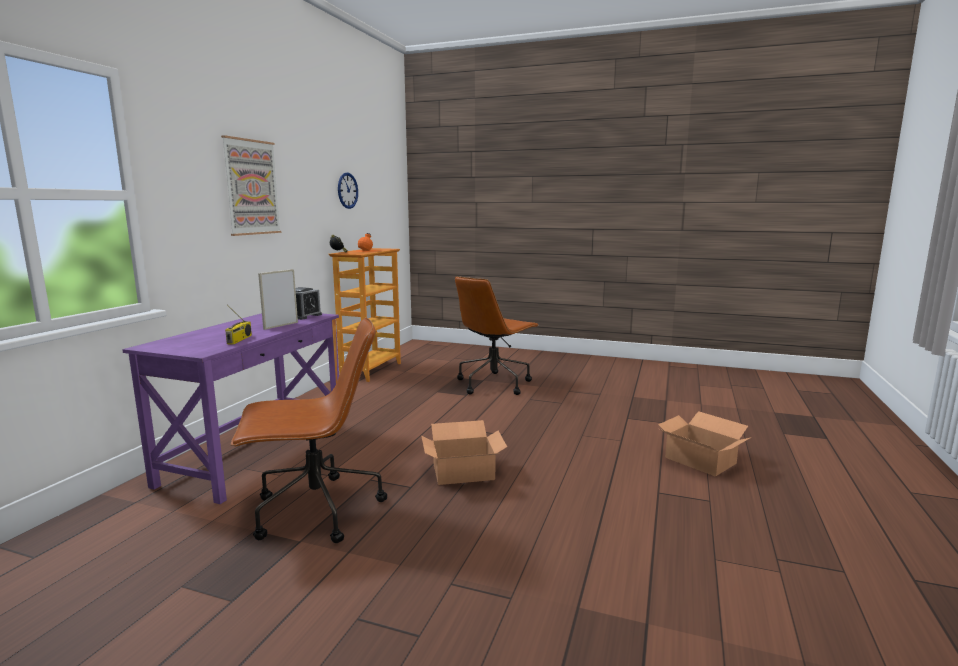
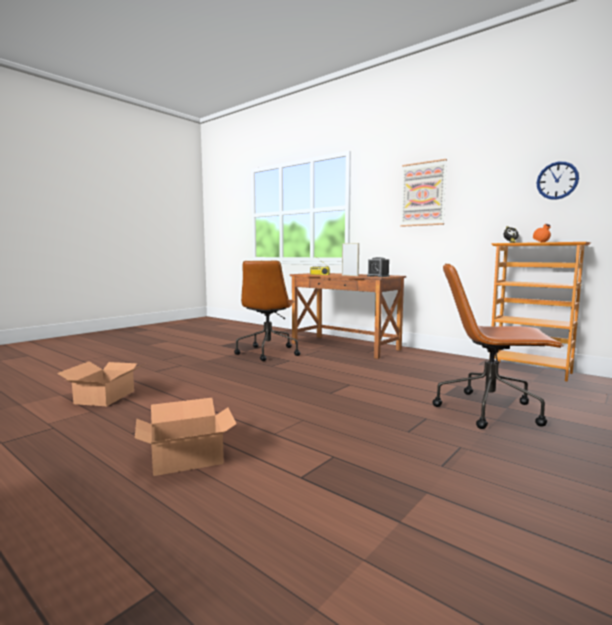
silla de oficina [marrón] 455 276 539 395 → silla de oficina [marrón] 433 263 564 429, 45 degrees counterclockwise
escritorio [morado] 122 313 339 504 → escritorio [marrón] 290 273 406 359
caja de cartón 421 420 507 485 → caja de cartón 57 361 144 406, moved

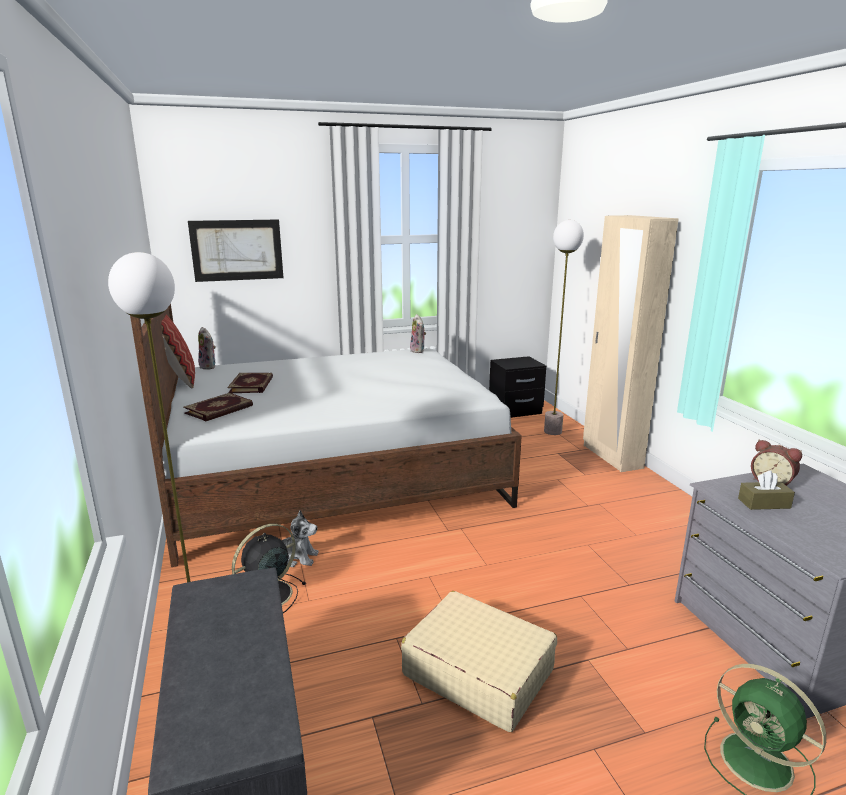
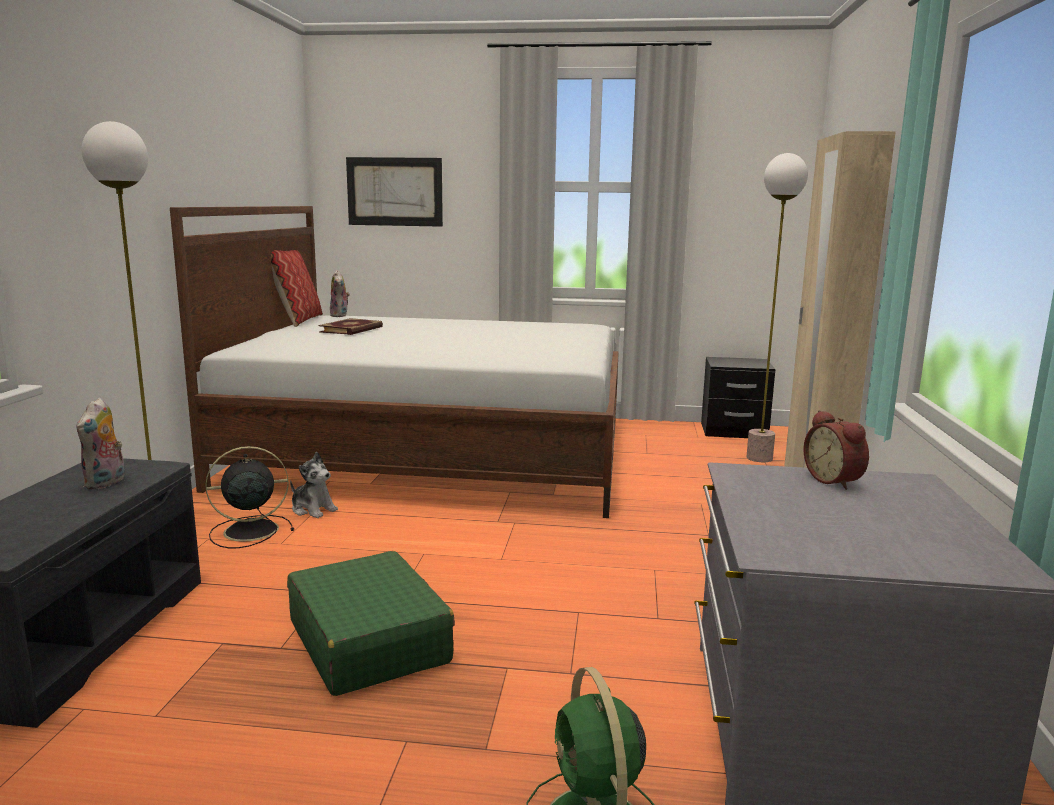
peluche 410 314 426 353 → peluche 77 397 125 489, moved
libro 183 393 253 421 → -
caja de pañuelos [marrón] 738 470 795 510 → -
maleta [beis] 401 591 557 732 → maleta [verde] 287 551 455 696

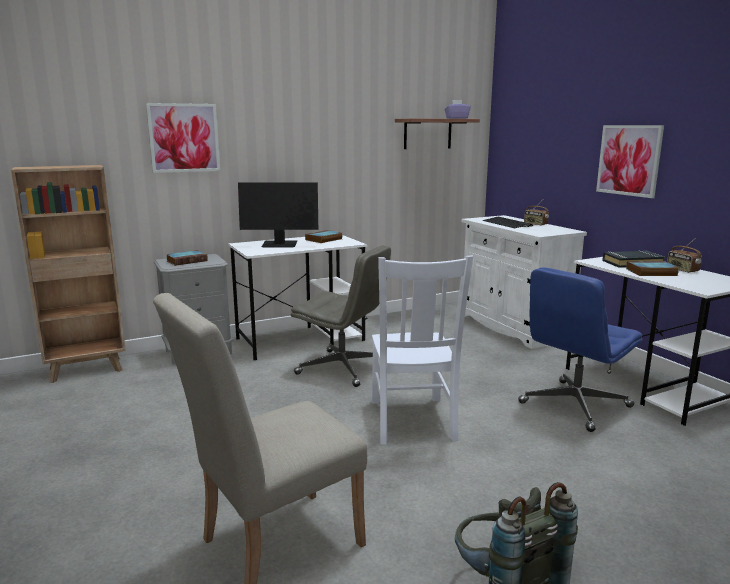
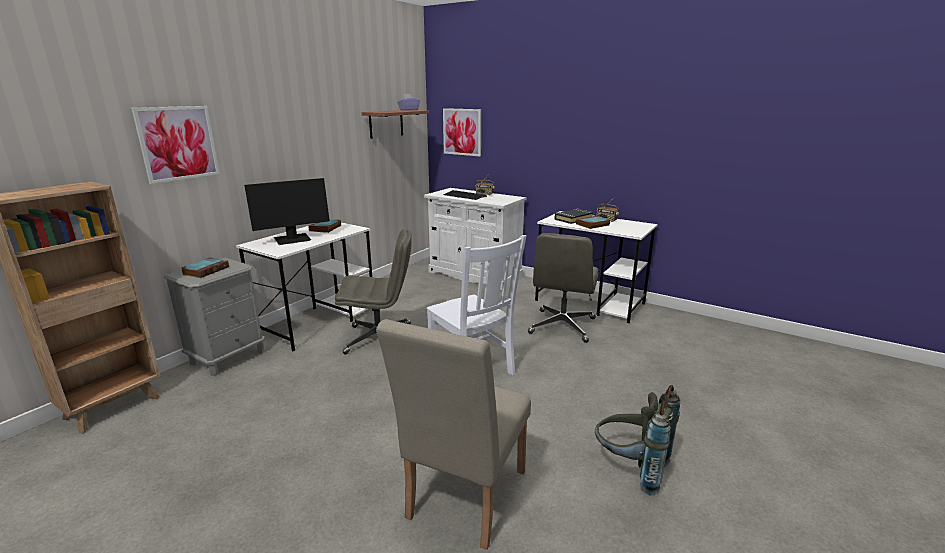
cuadro 596 125 664 198 → cuadro 443 108 481 156, moved
silla de oficina [azul] 518 267 642 432 → silla de oficina [gris] 528 233 599 343

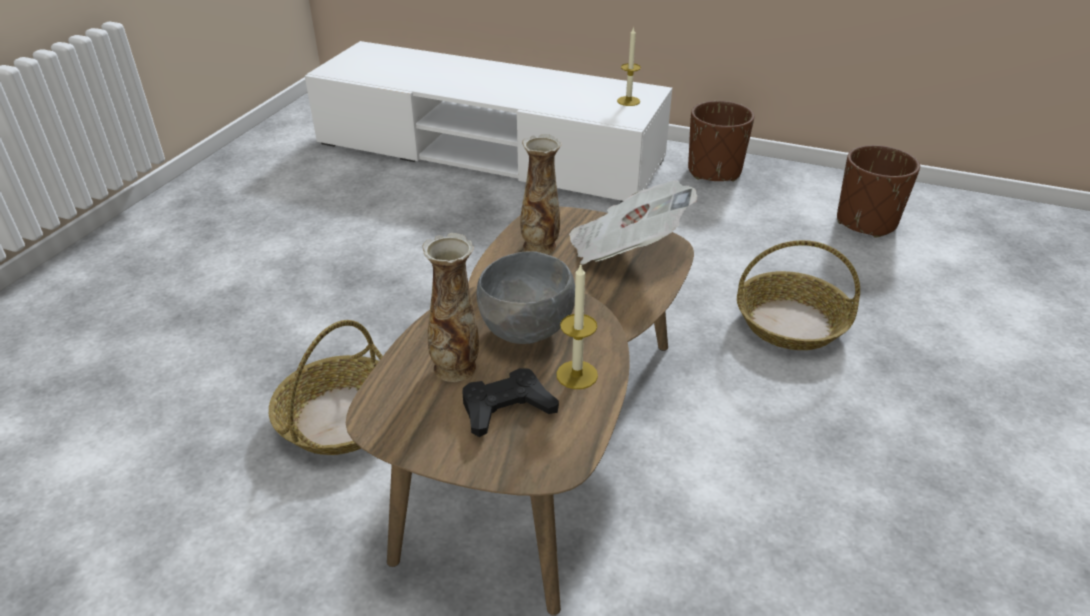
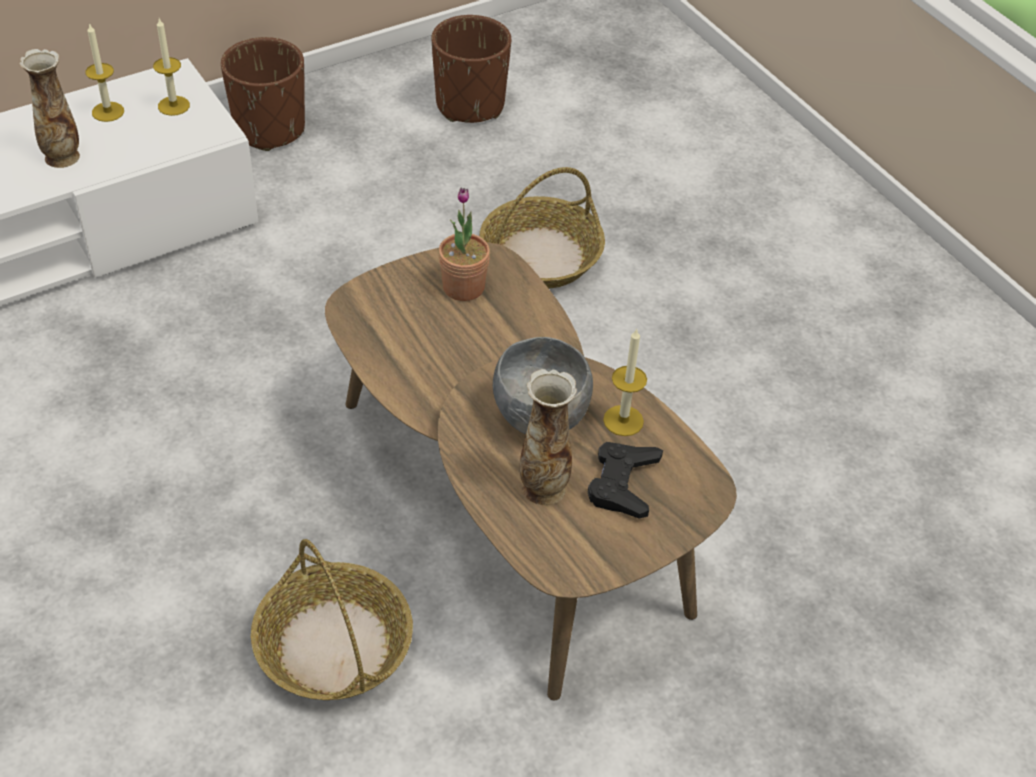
florero 520 134 562 254 → florero 19 49 80 168, moved
periódico 569 180 697 265 → planta en maceta 438 188 490 301
- → vela 86 23 124 122

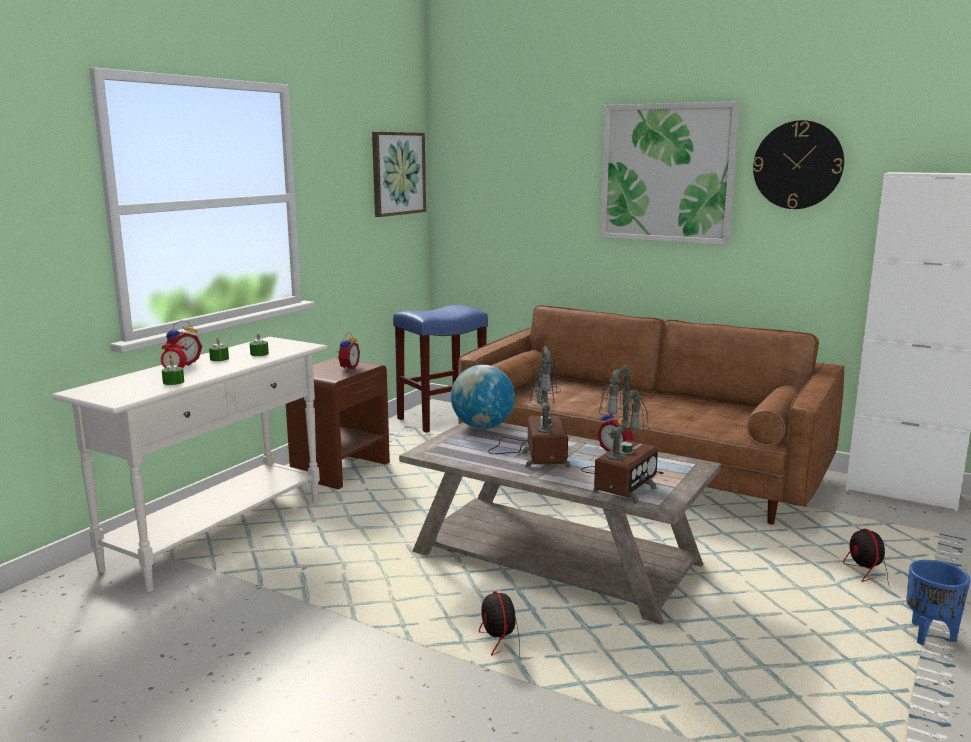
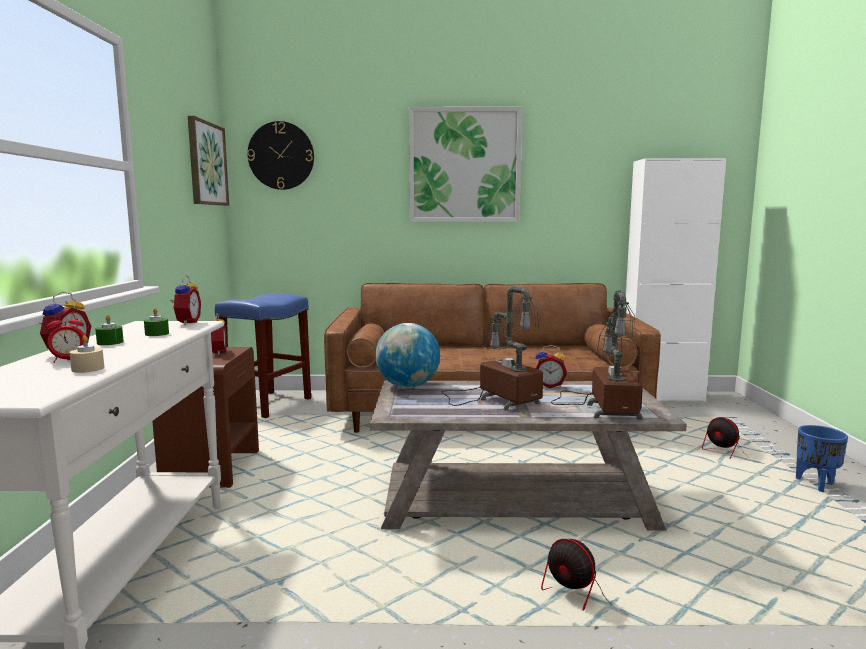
reloj de pared 753 120 844 209 → reloj de pared 247 121 314 190, moved
vela [verde] 162 359 184 385 → vela [beis] 69 335 104 373
- → despertador 170 275 201 325

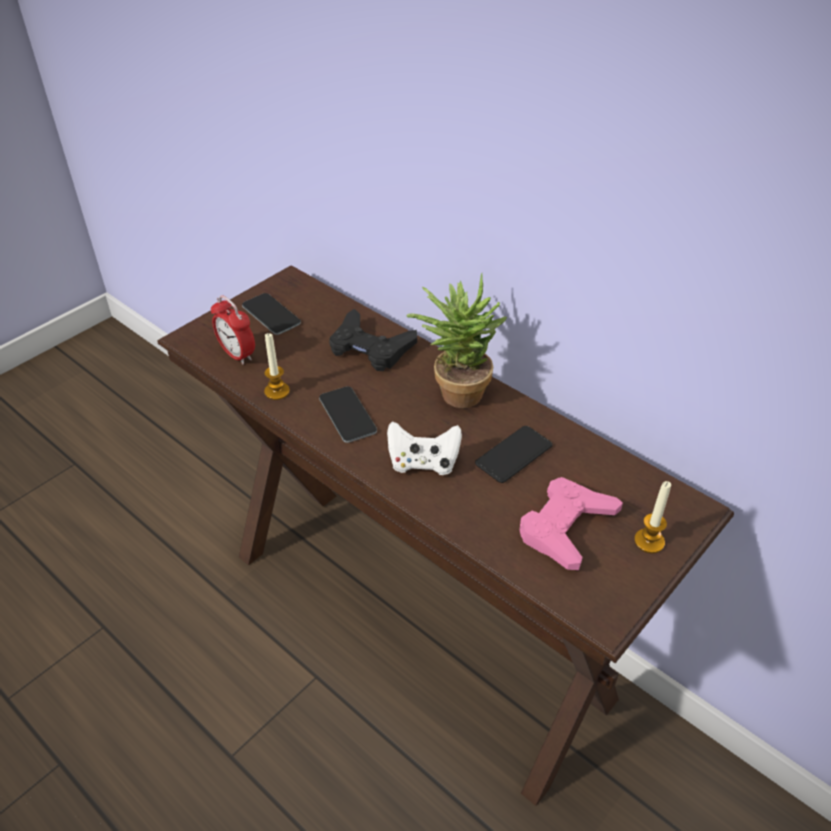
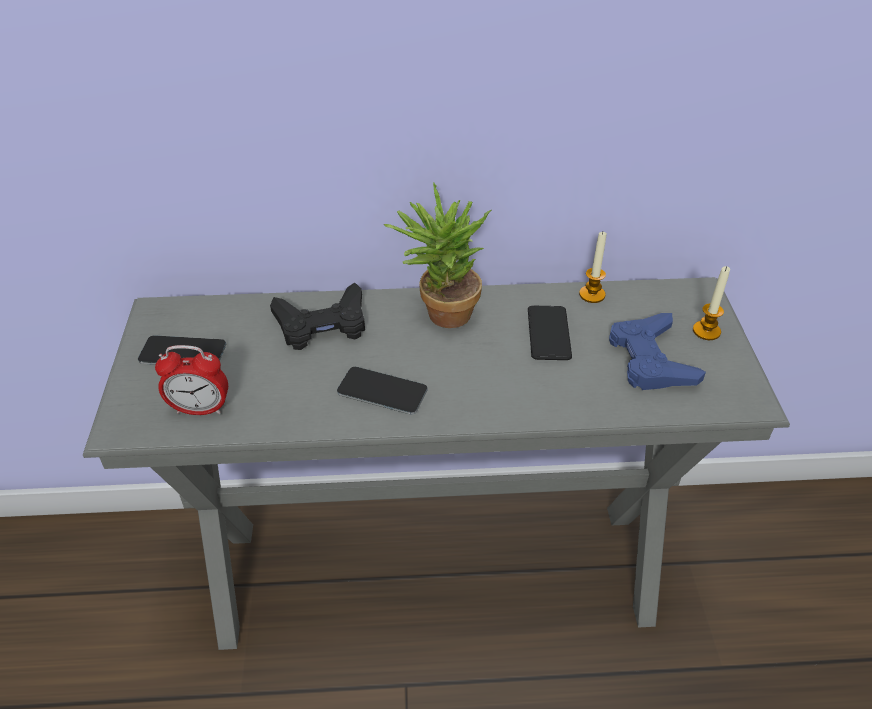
mesa consola [marrón] 157 265 734 806 → mesa consola [gris] 83 277 790 650
vela 264 333 290 400 → vela 579 232 607 303, moved
mando de consola [blanco] 387 421 462 475 → -
mando de consola [rosa] 520 477 623 570 → mando de consola [azul] 609 313 706 390

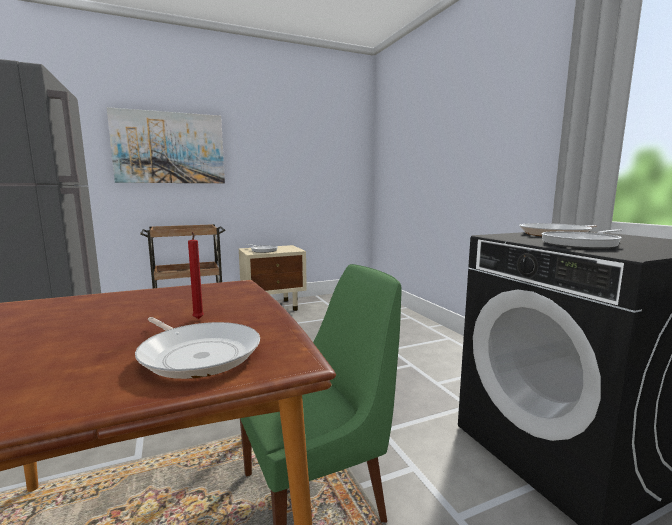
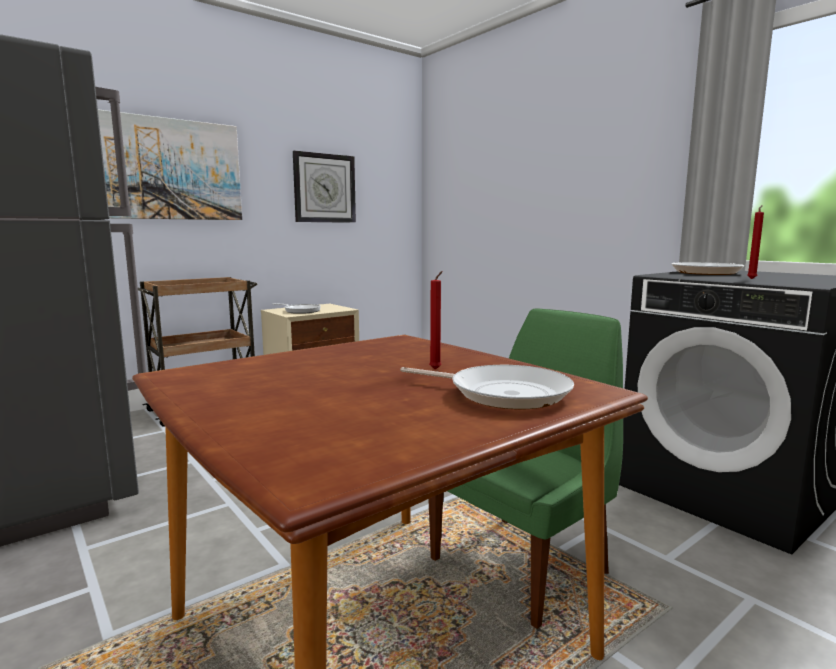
sartén 541 229 623 249 → vela [rojo] 747 205 764 279
- → reloj de pared 293 150 356 223

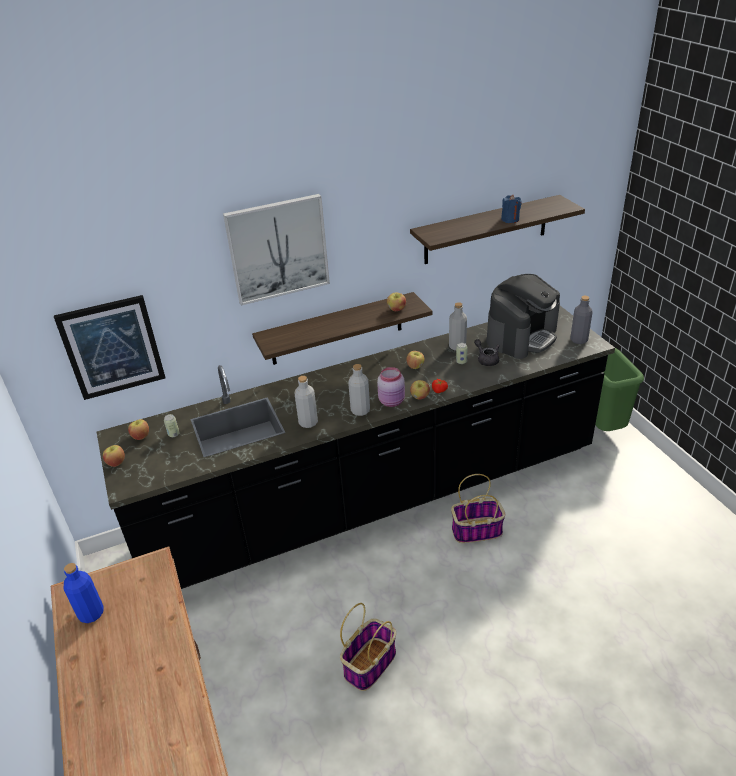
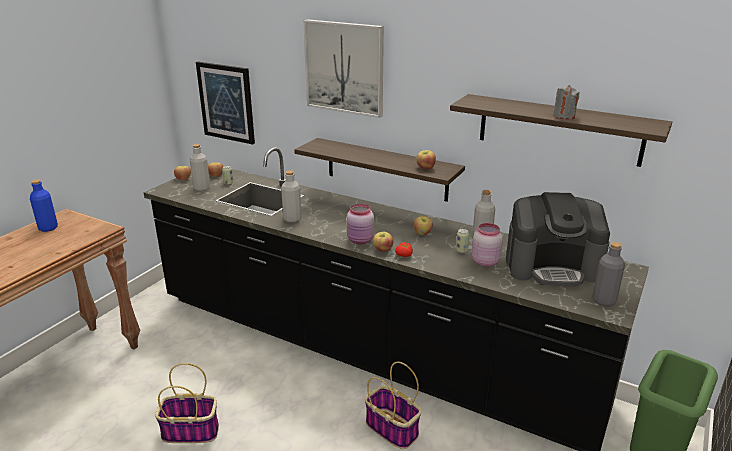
vela [azul] 501 195 522 223 → vela [gris] 553 85 579 119
tetera [gris] 474 339 499 366 → tarro [rosa] 472 223 503 267
botella [gris] 348 364 370 416 → botella [gris] 190 144 210 191, moved

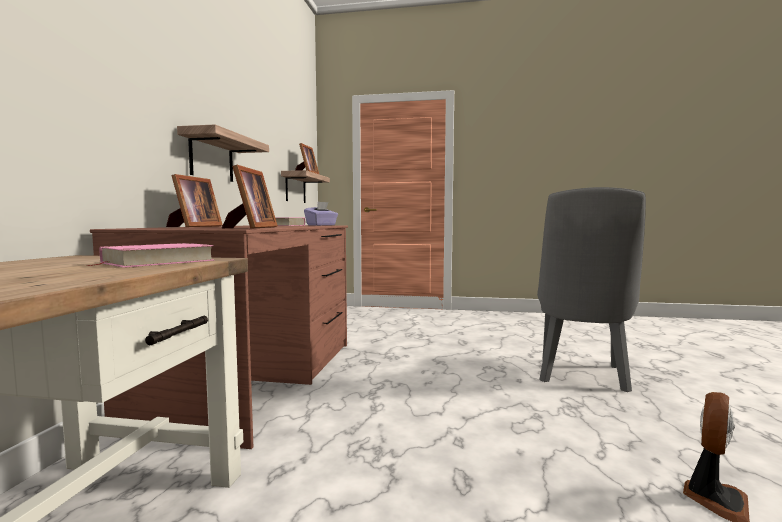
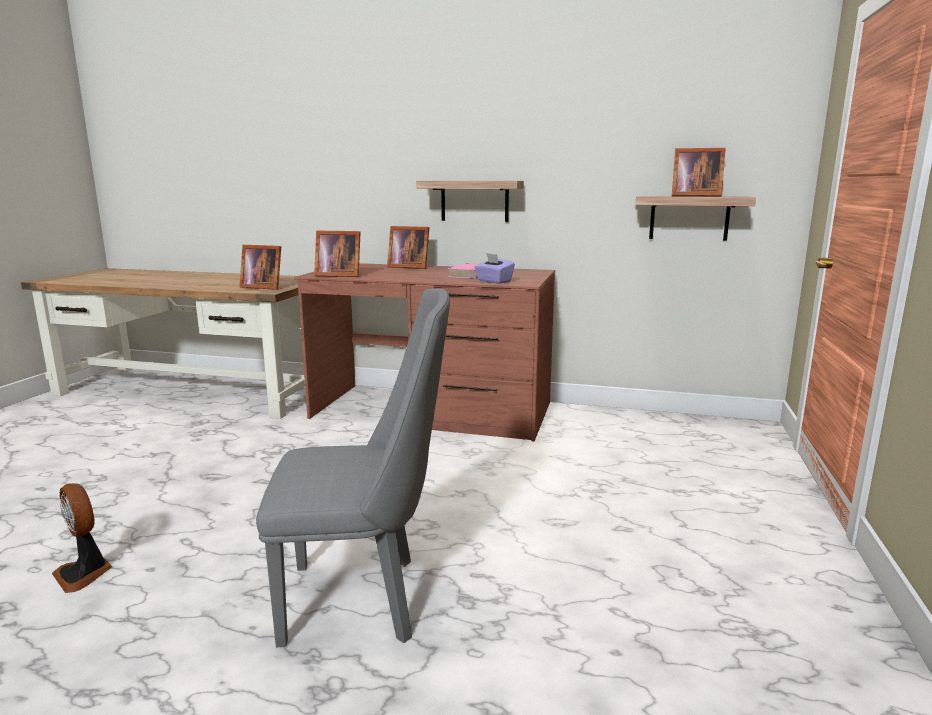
silla [gris] 537 187 646 392 → silla [gris] 256 288 450 647, 150 degrees clockwise
libro [rosa] 86 243 214 268 → portarretratos 240 245 281 290

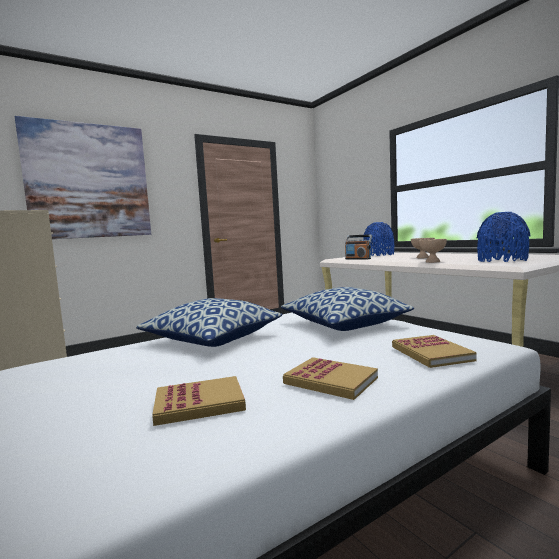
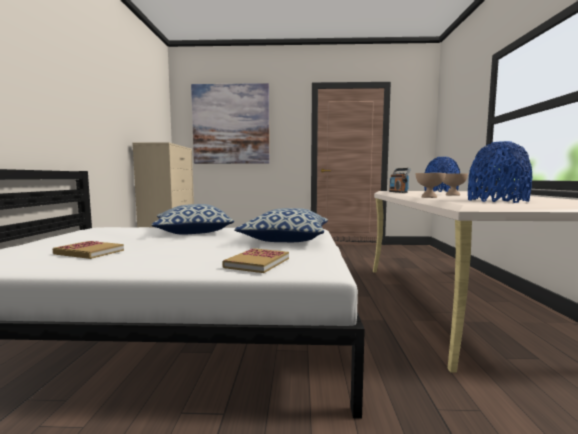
libro 283 357 378 400 → -

